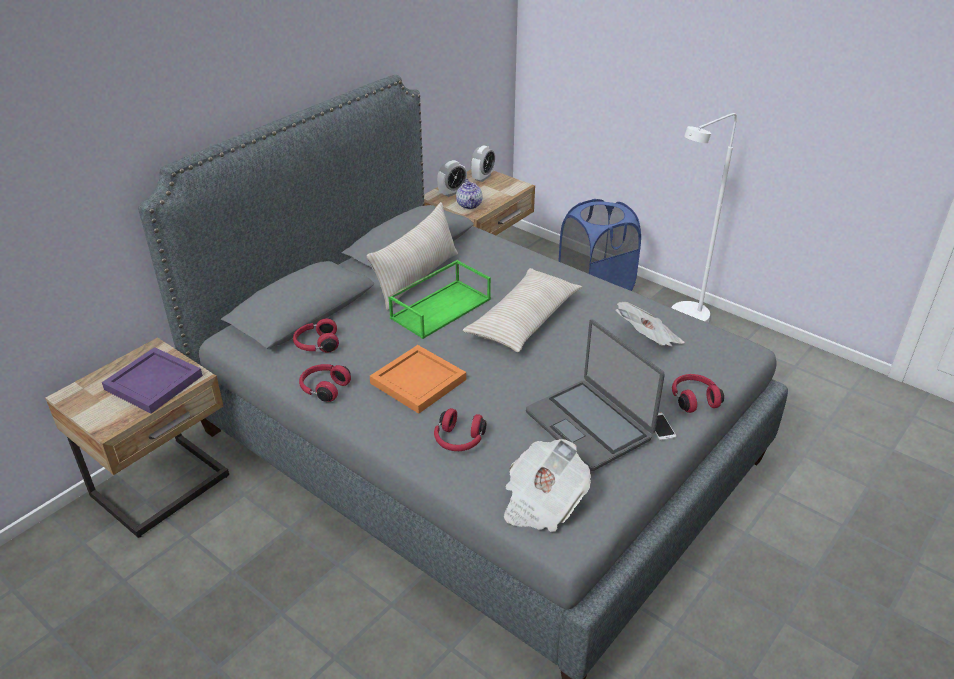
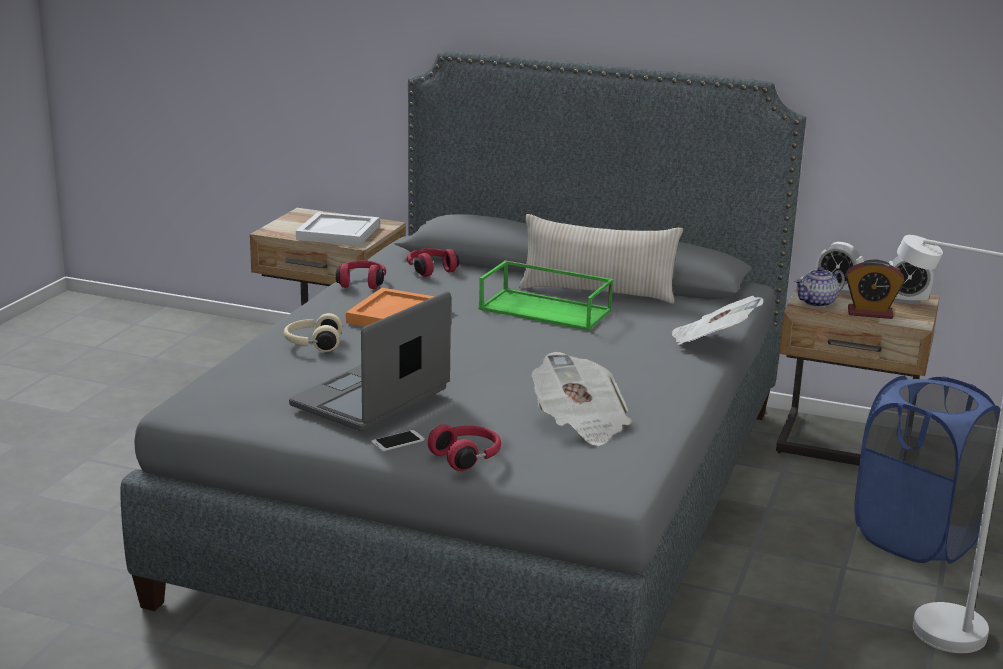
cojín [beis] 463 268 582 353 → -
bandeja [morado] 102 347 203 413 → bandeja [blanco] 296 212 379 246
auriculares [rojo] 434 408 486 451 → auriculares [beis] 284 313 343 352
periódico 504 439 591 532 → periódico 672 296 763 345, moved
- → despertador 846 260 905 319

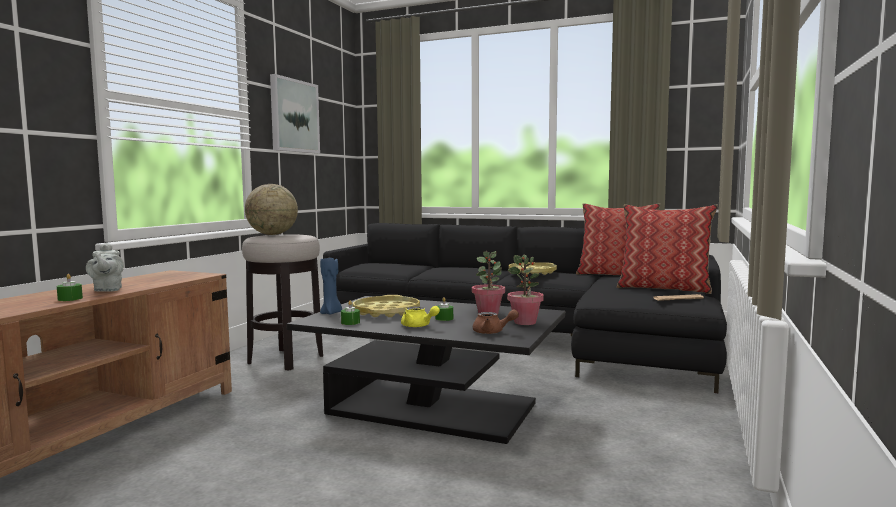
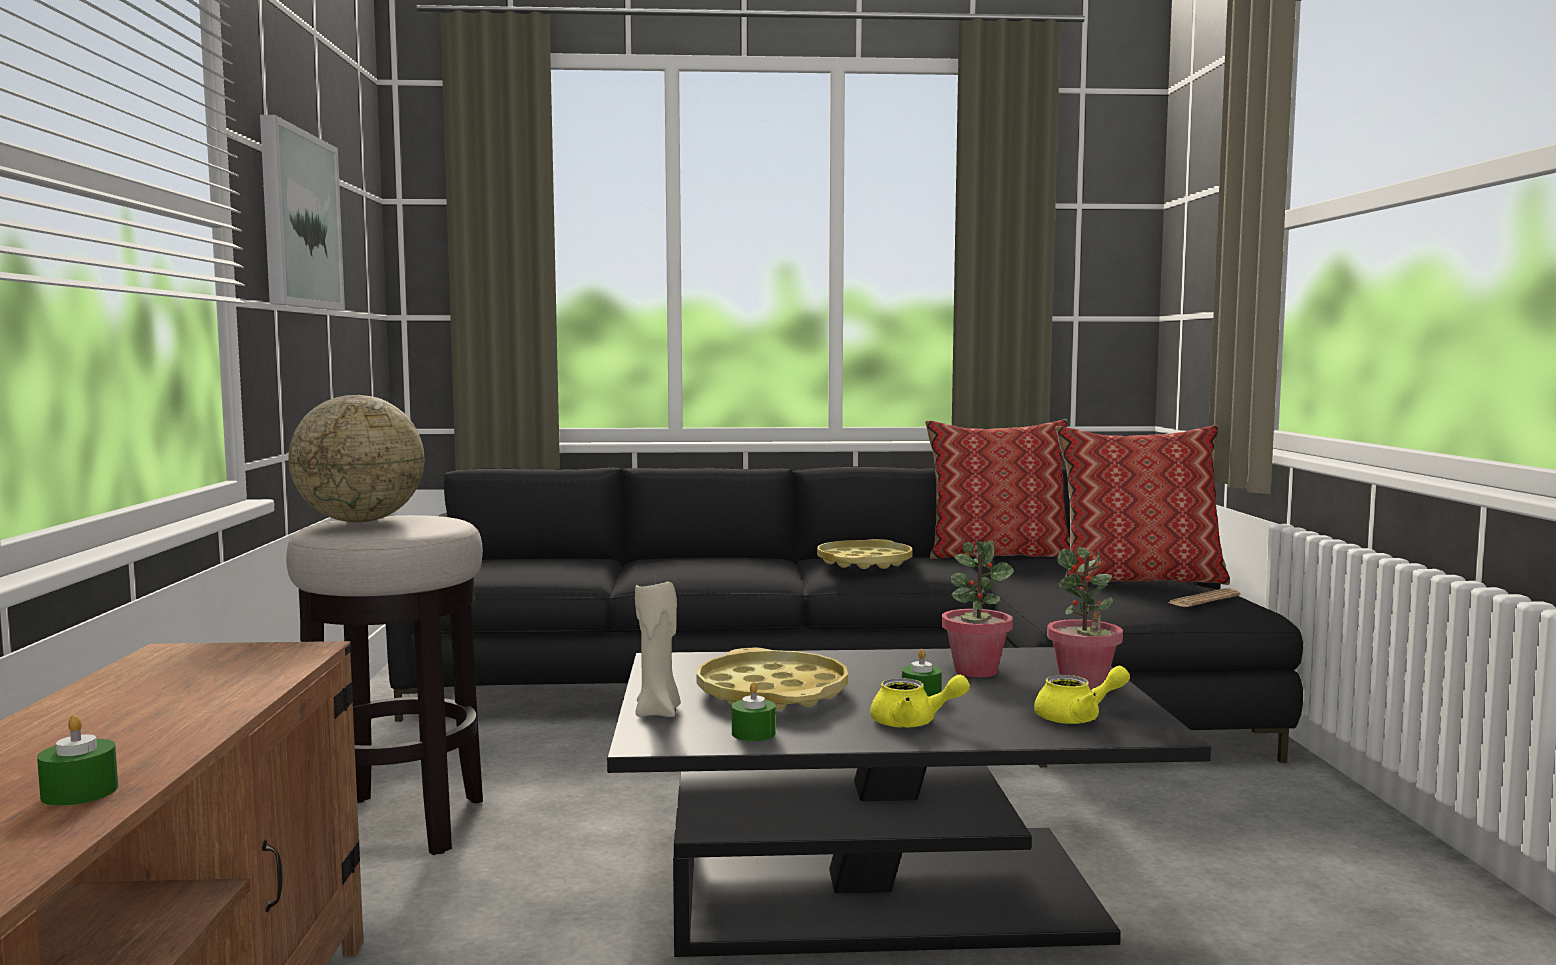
tetera [gris] 86 243 124 292 → -
vela [azul] 320 258 342 315 → vela [beis] 635 576 681 717
tetera [marrón] 473 309 519 334 → tetera [amarillo] 1034 666 1130 724

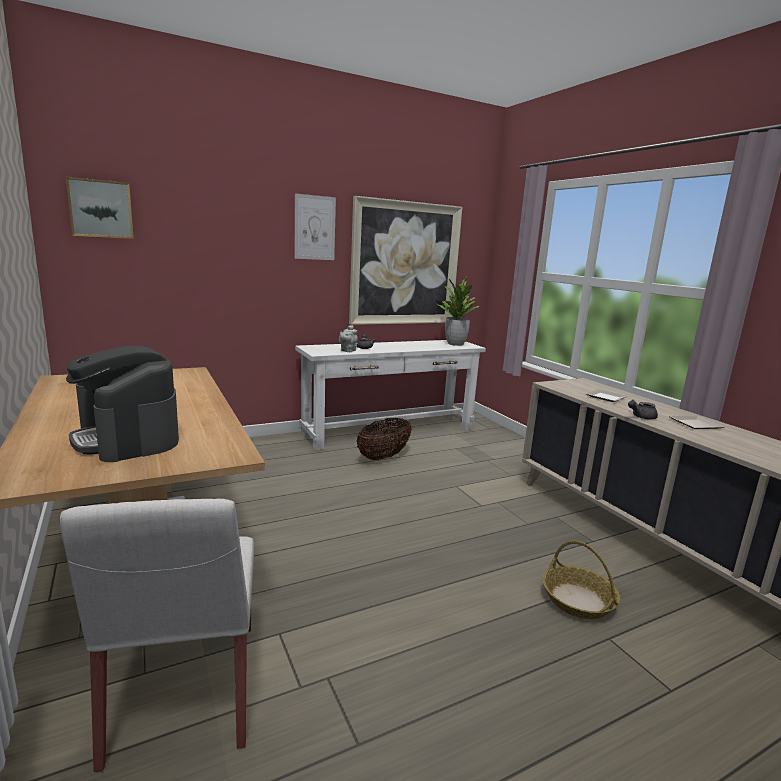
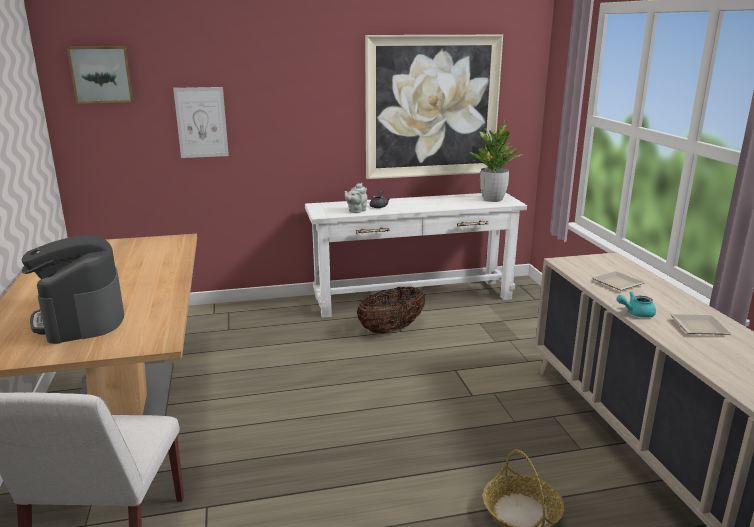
cuadro 295 193 336 260 → cuadro 173 87 229 158, moved
tetera [gris] 628 400 658 419 → tetera [turquesa] 616 292 656 318

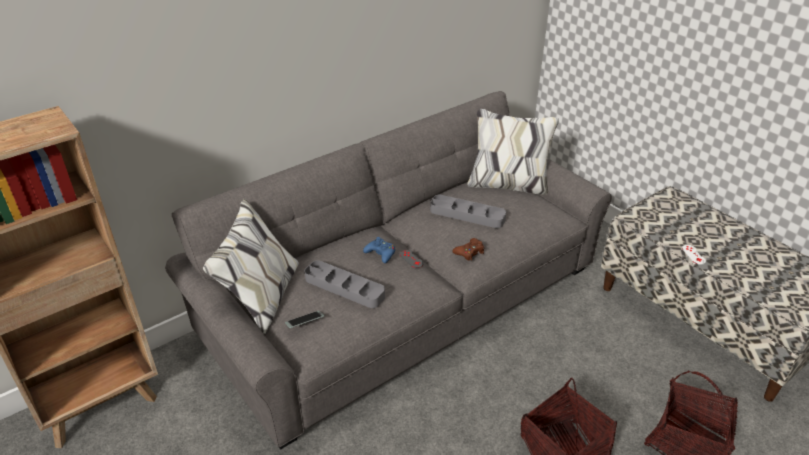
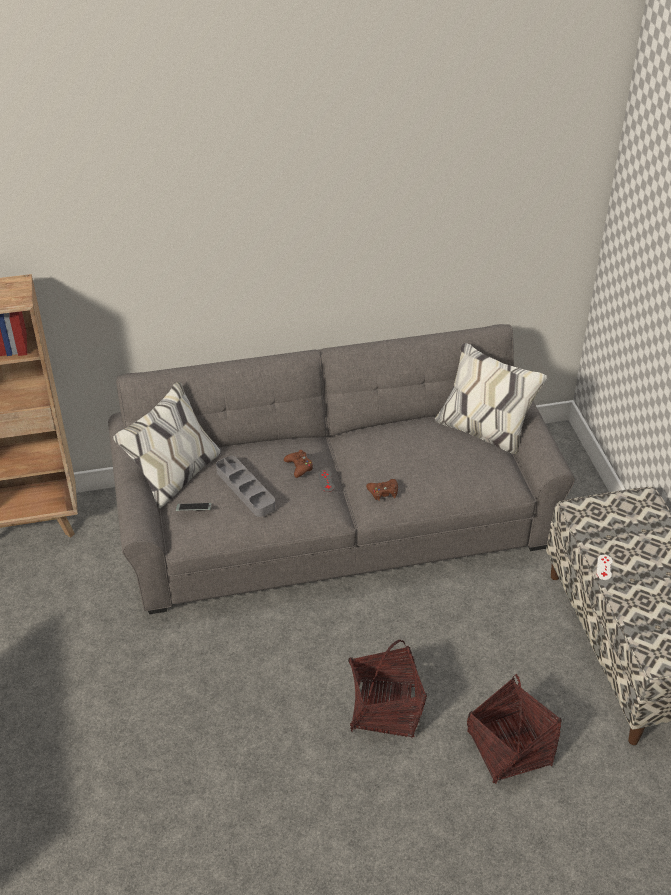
bandeja [gris] 430 194 506 228 → -
mando de consola [azul] 363 237 395 263 → mando de consola [marrón] 284 450 313 478

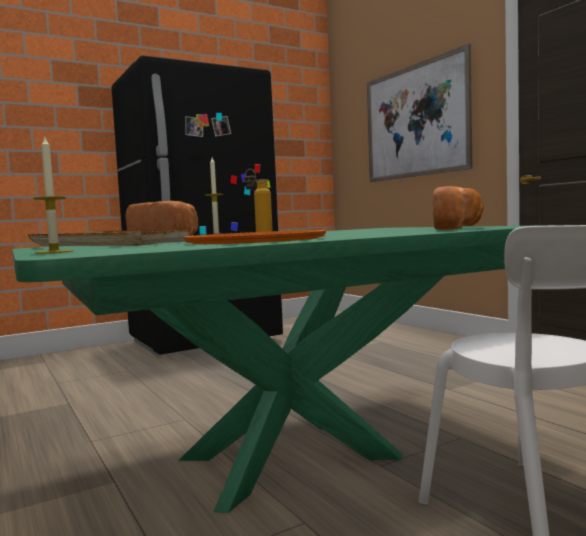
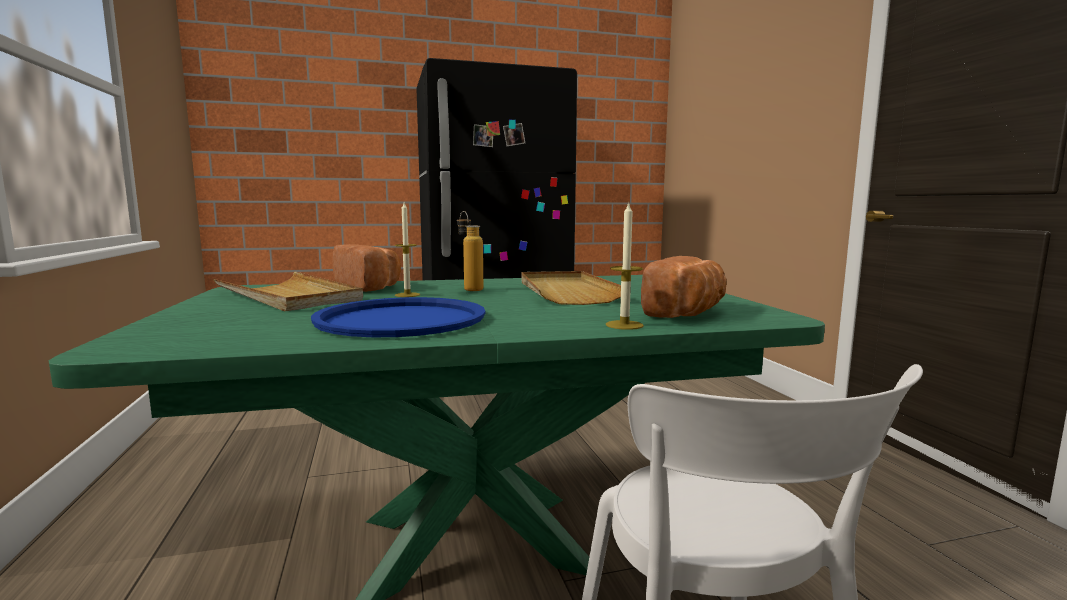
cuadro 367 44 472 182 → -
vela 33 135 73 254 → vela 606 201 644 330, moved
bandeja [naranja] 184 230 326 244 → bandeja [azul] 311 297 486 337
- → bandeja [beis] 521 271 621 305

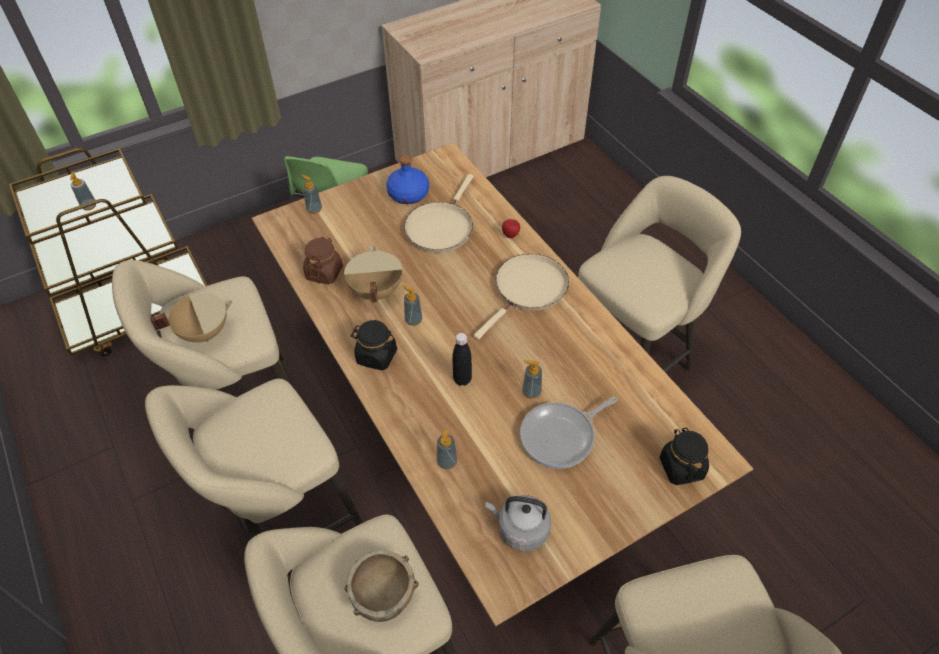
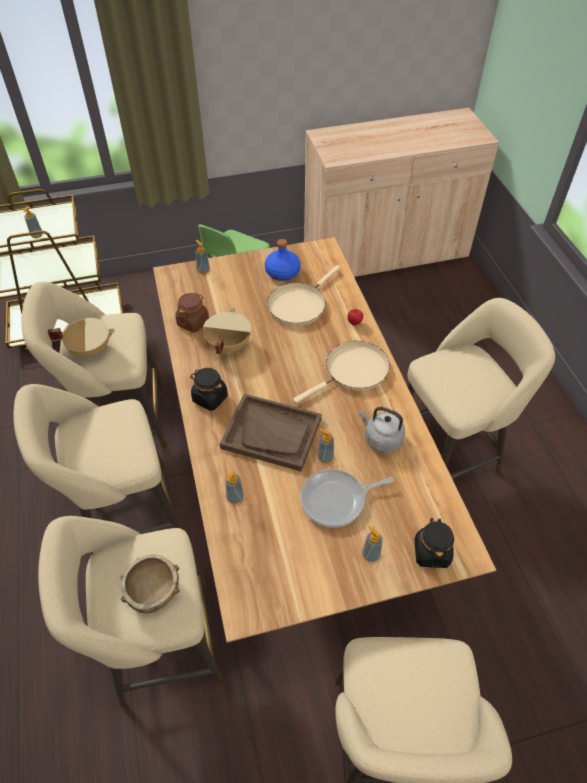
dispensador de jabón 402 286 422 326 → dispensador de jabón 362 526 383 562, moved
botella [negro] 452 333 472 386 → bandeja [marrón] 219 394 322 472
hervidor [gris] 486 495 551 551 → hervidor [gris] 359 407 405 453, moved

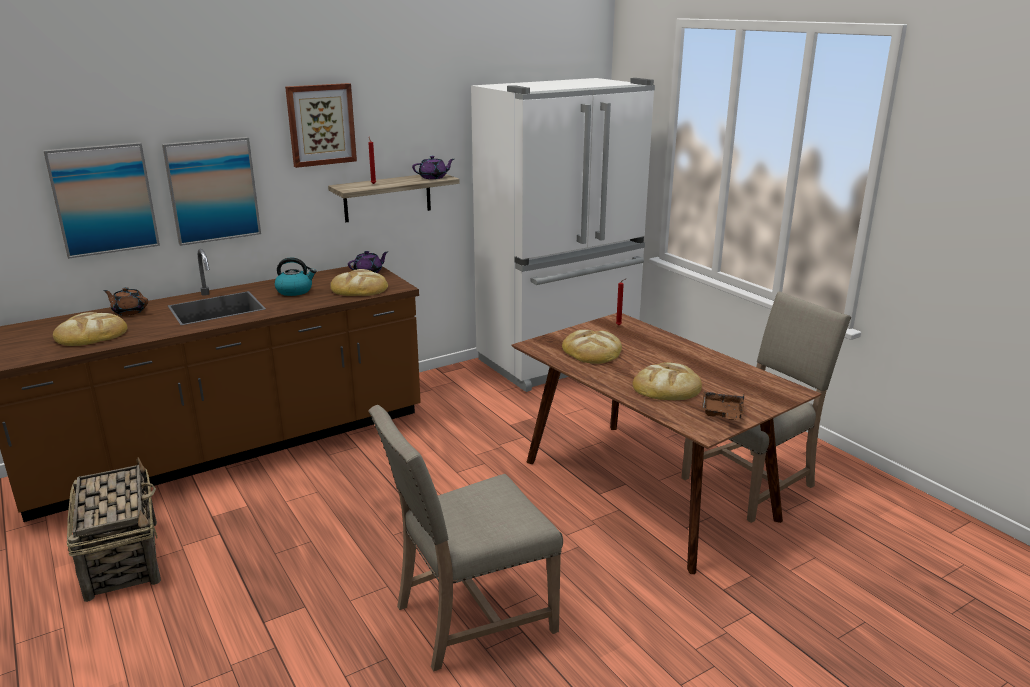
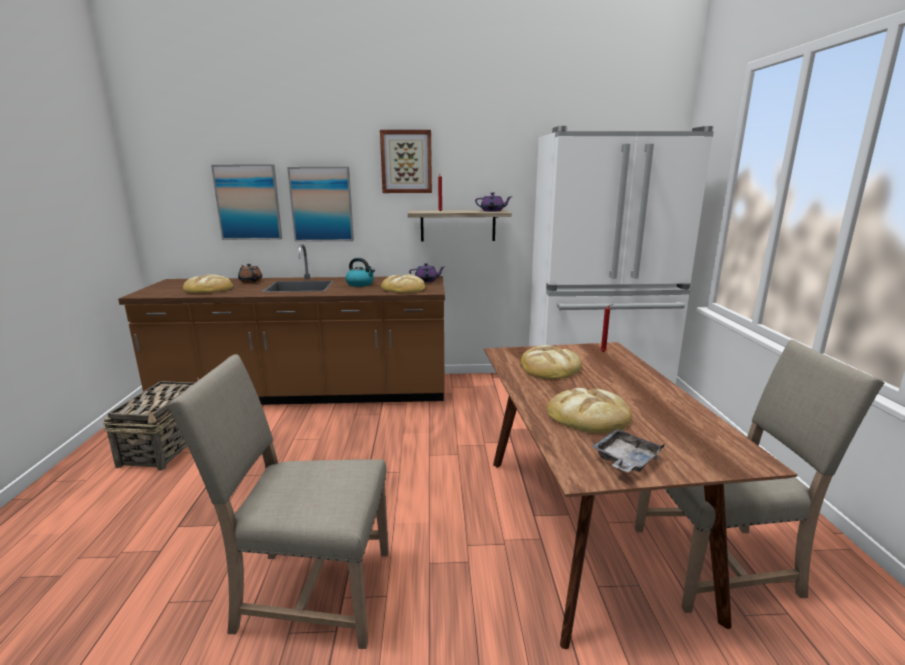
bandeja [marrón] 702 392 744 420 → bandeja [gris] 591 429 665 472

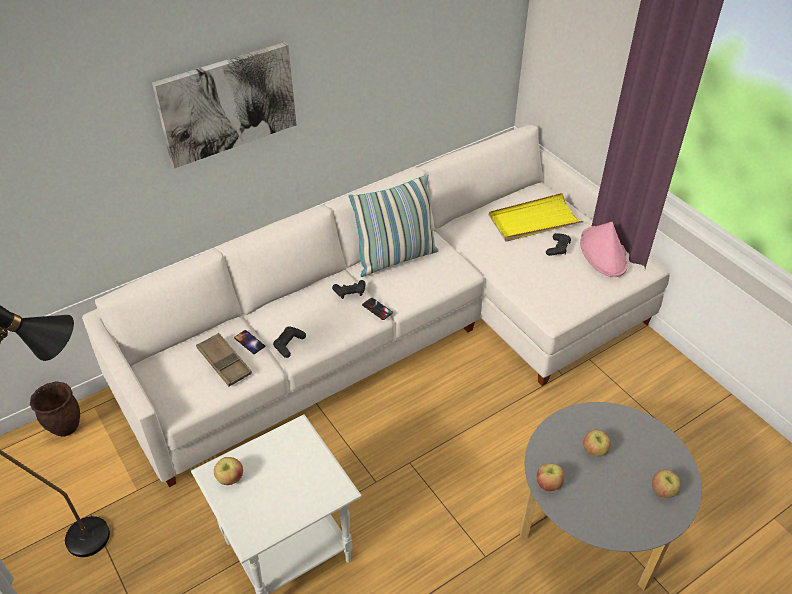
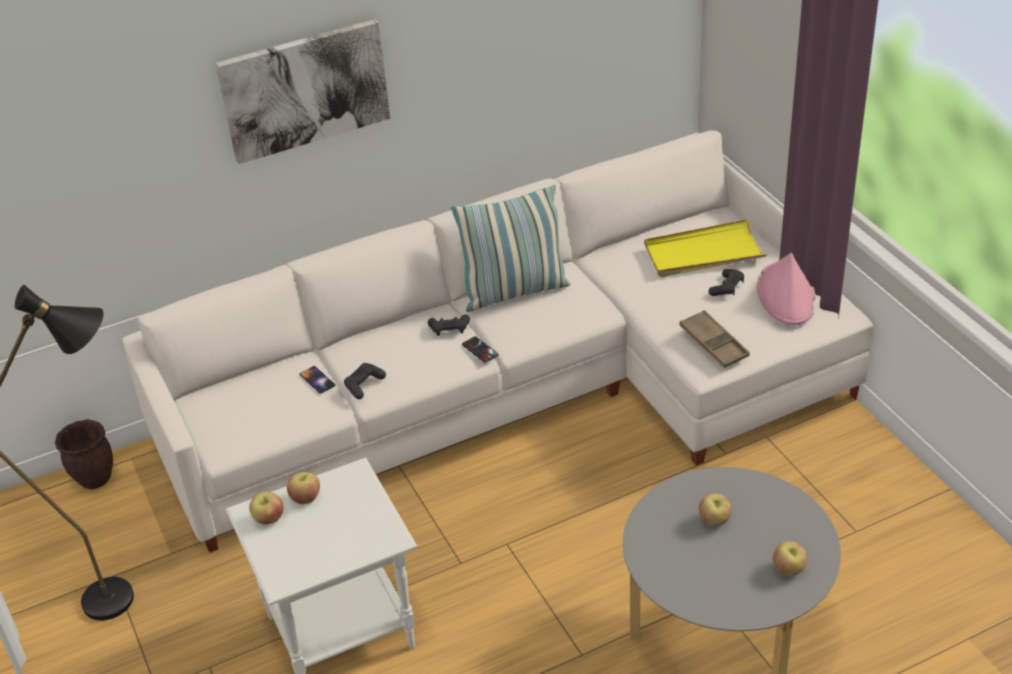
bandeja [marrón] 196 333 252 387 → bandeja [marrón] 679 310 750 368, moved
manzana 537 463 564 491 → manzana 287 472 320 504, moved

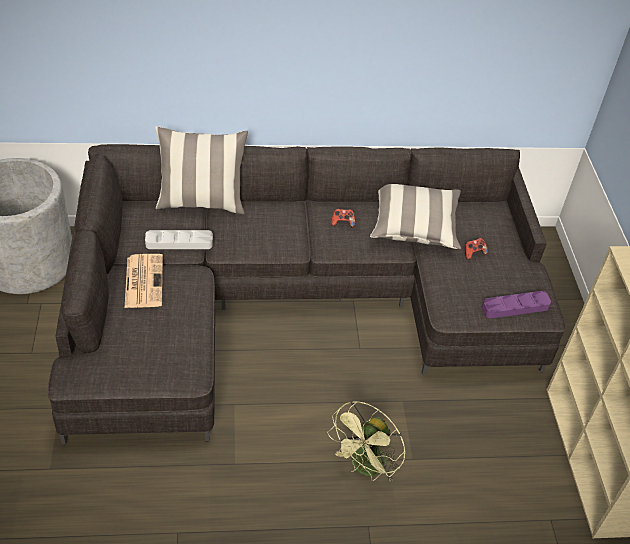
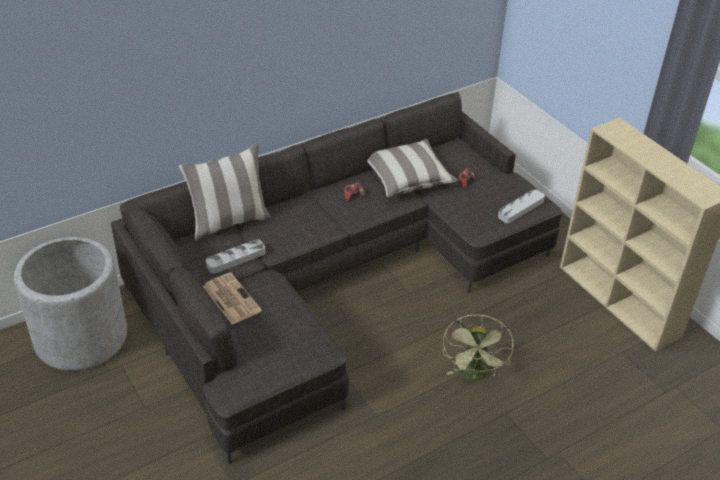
bandeja [morado] 482 291 551 318 → bandeja [gris] 498 189 545 223

